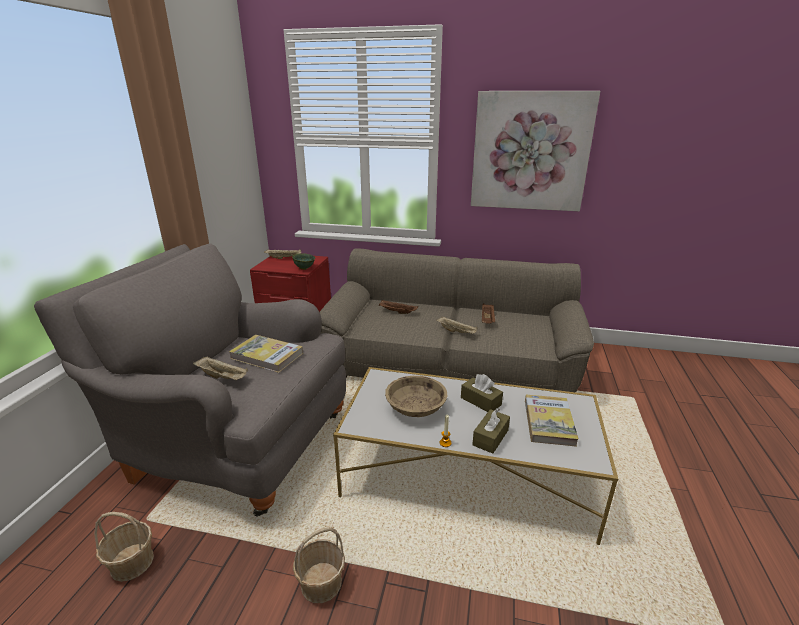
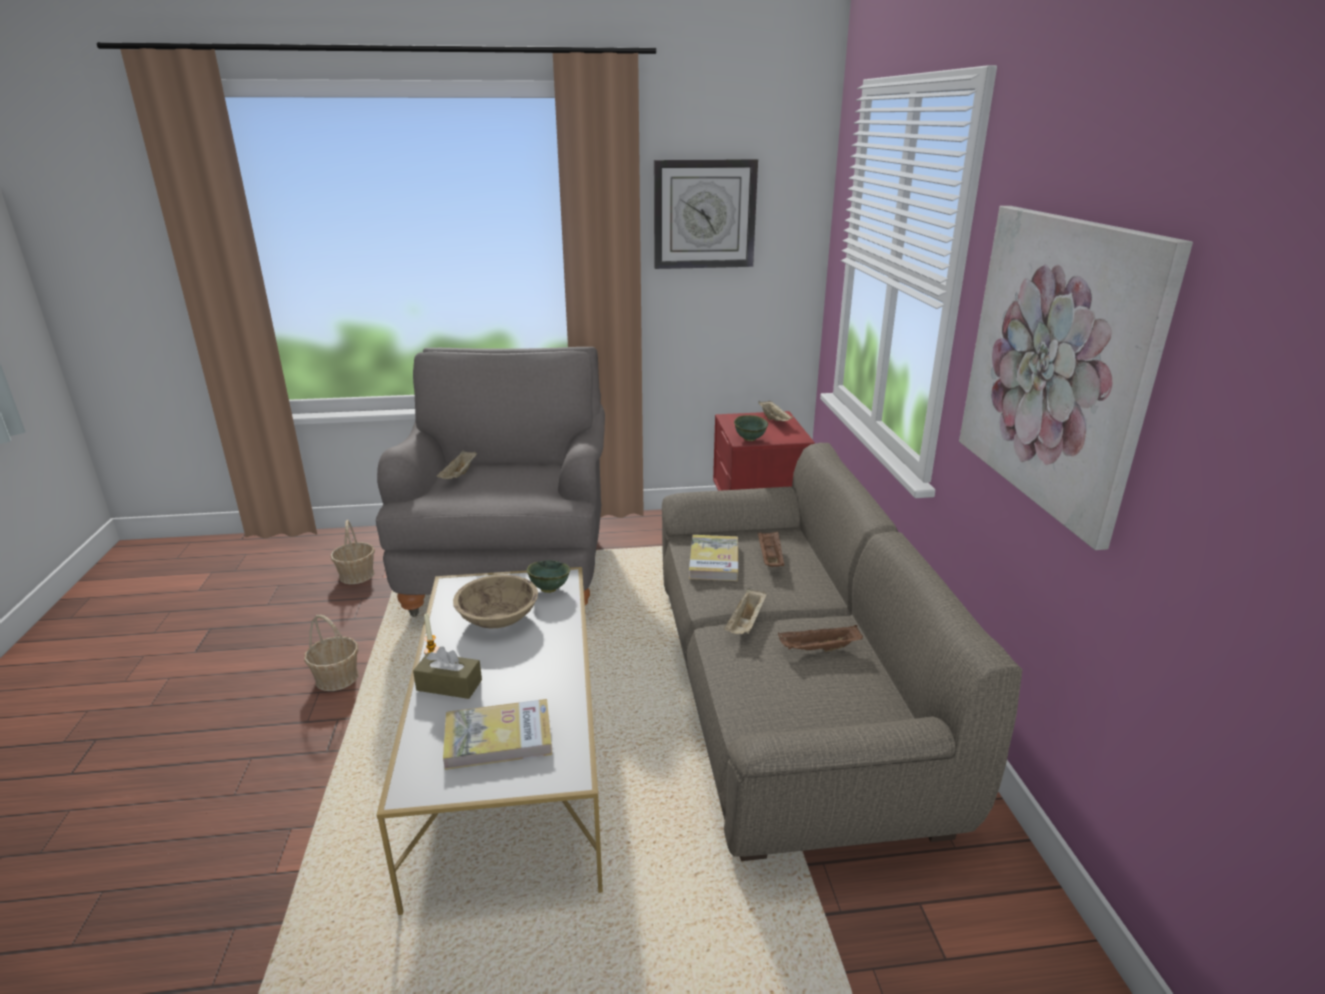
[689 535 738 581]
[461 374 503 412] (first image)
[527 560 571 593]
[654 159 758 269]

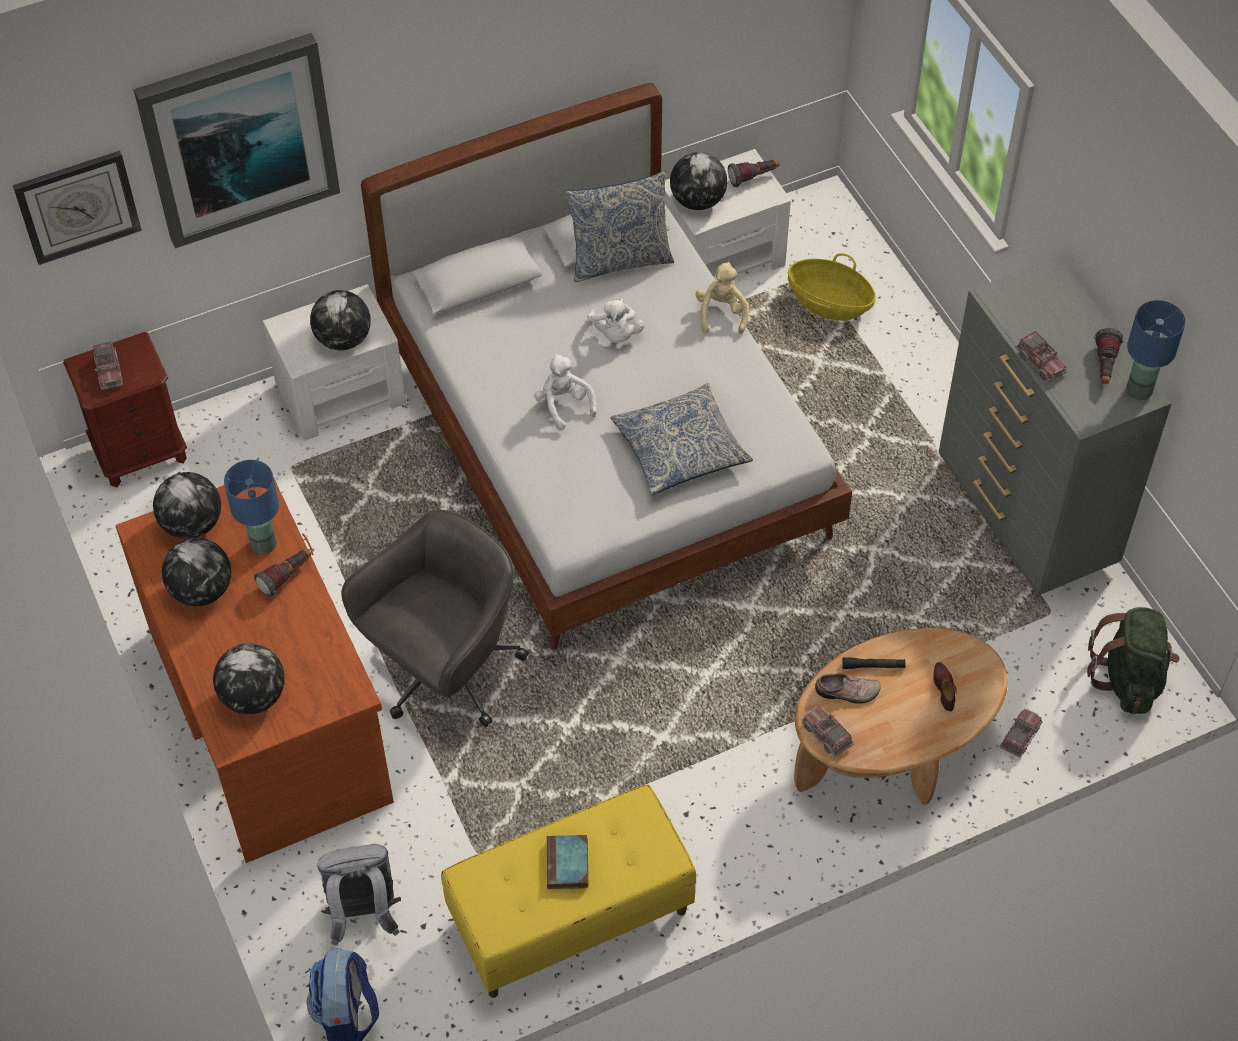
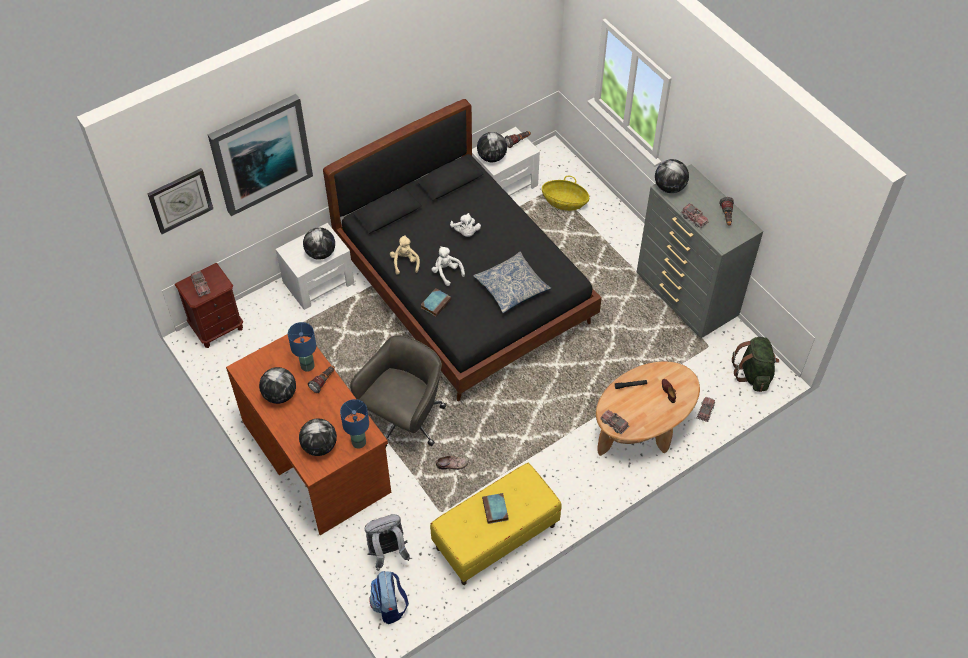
[655 159 689 193]
[323 99 602 401]
[565 171 674 282] (first image)
[390 235 420 275]
[436 456 469 470]
[340 399 369 449]
[421 288 451 316]

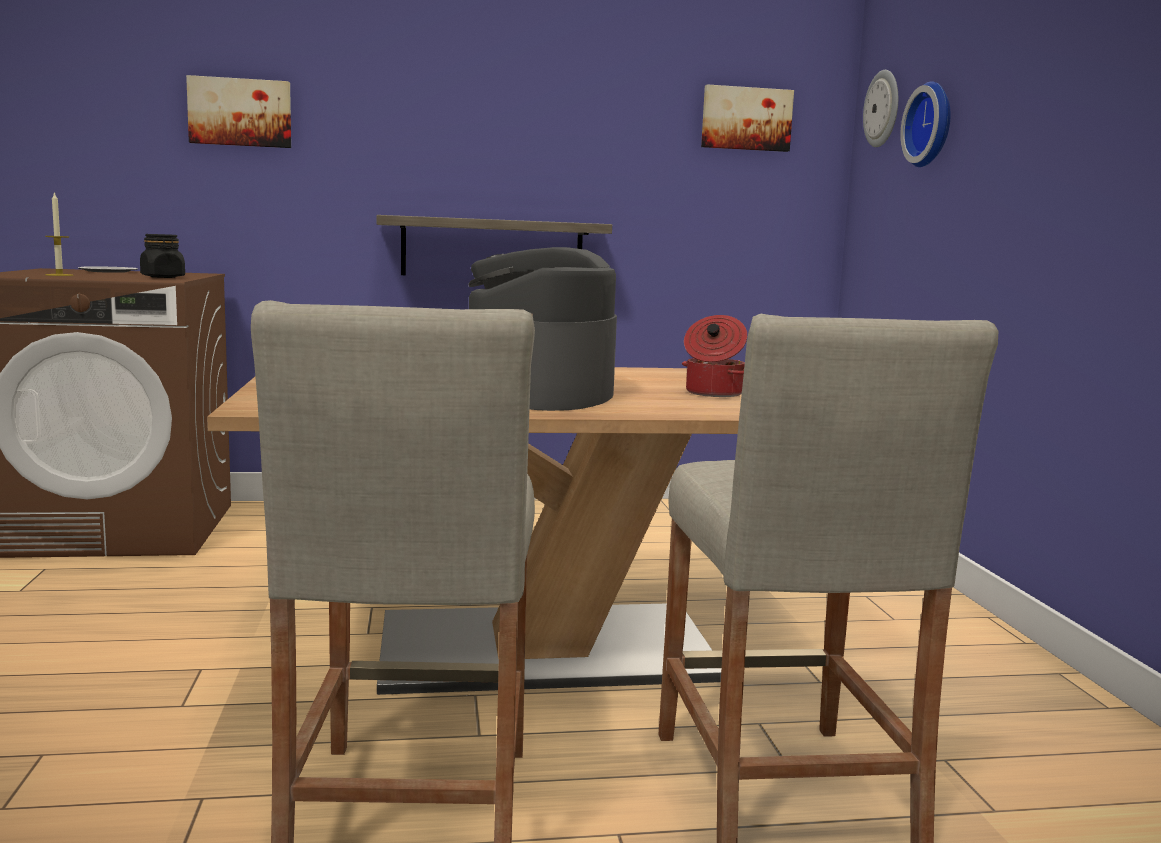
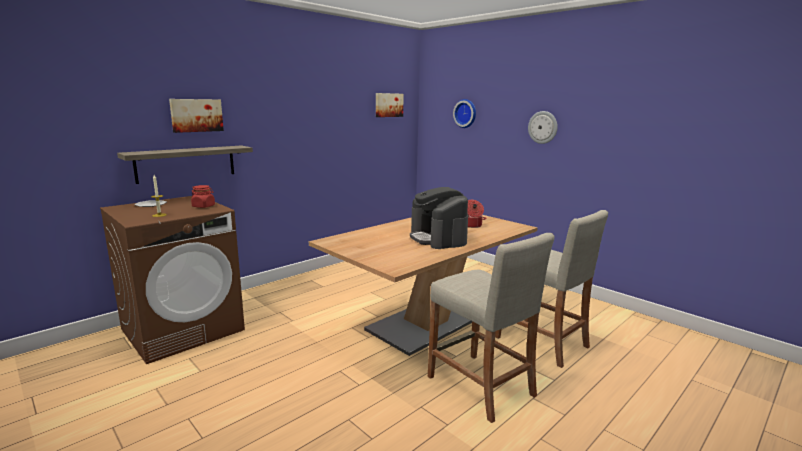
[191 185 215 208]
[117 146 253 184]
[528 111 558 144]

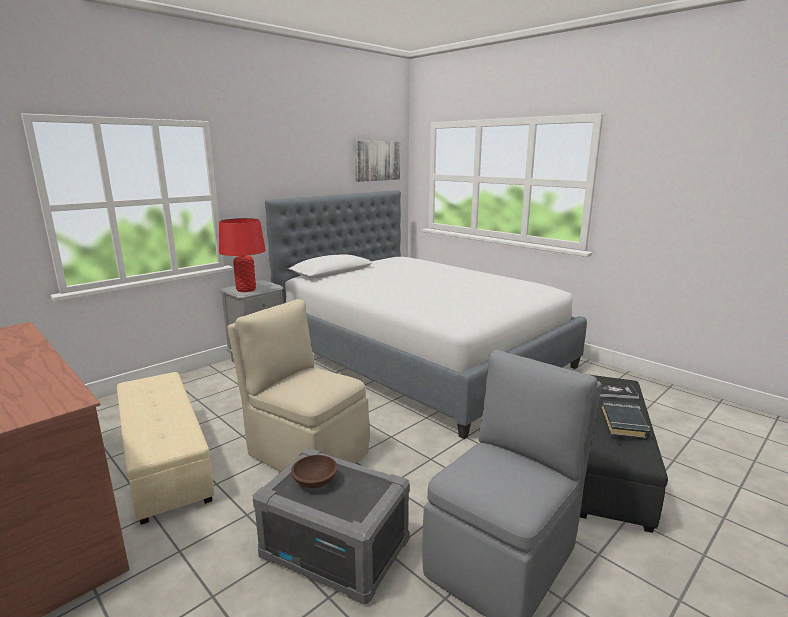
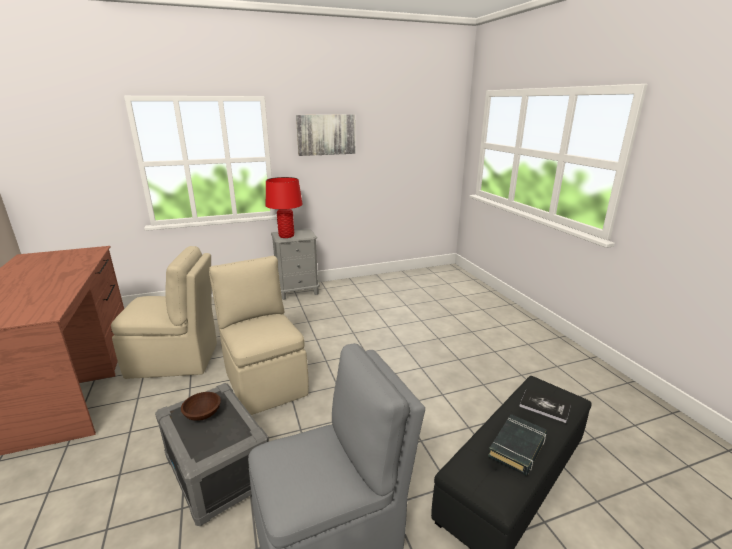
[111 246 217 379]
[265 190 587 439] (first image)
[296 114 355 156]

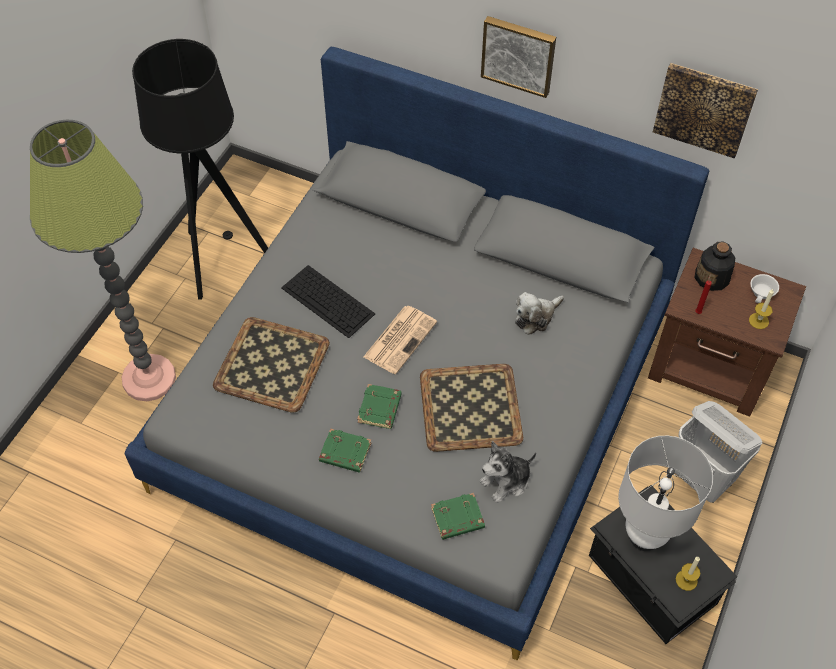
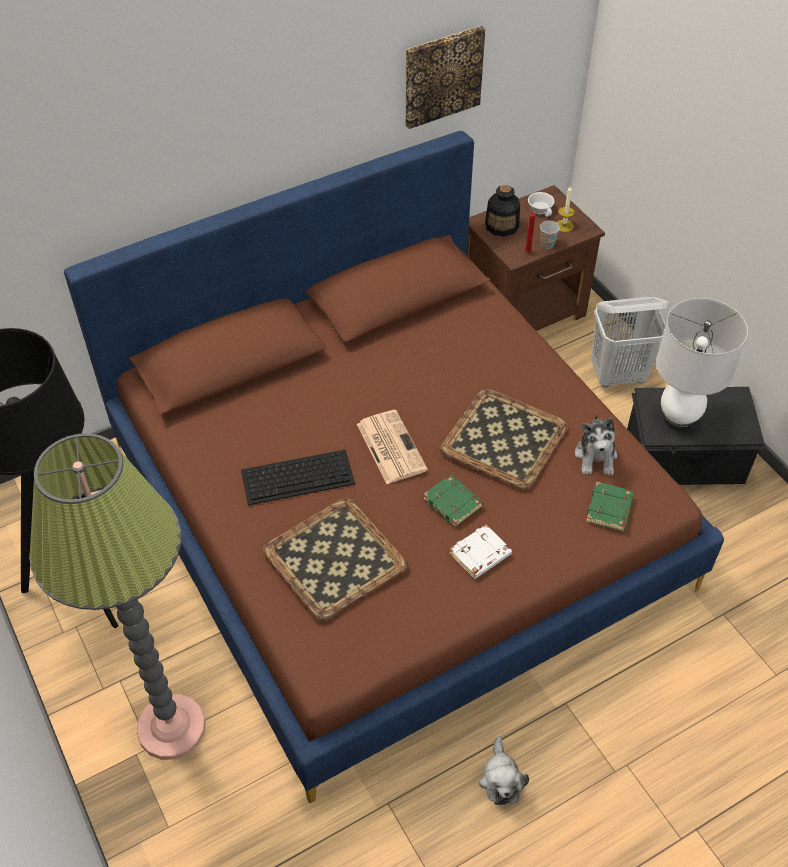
[64 131 724 803]
[449 525 512 579]
[481 16 556 98] (first image)
[479 736 529 805]
[676 557 700 591] (first image)
[540 221 560 249]

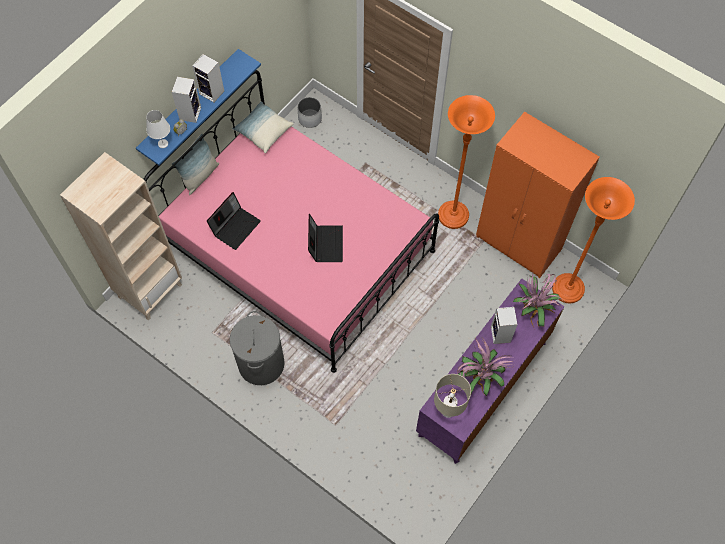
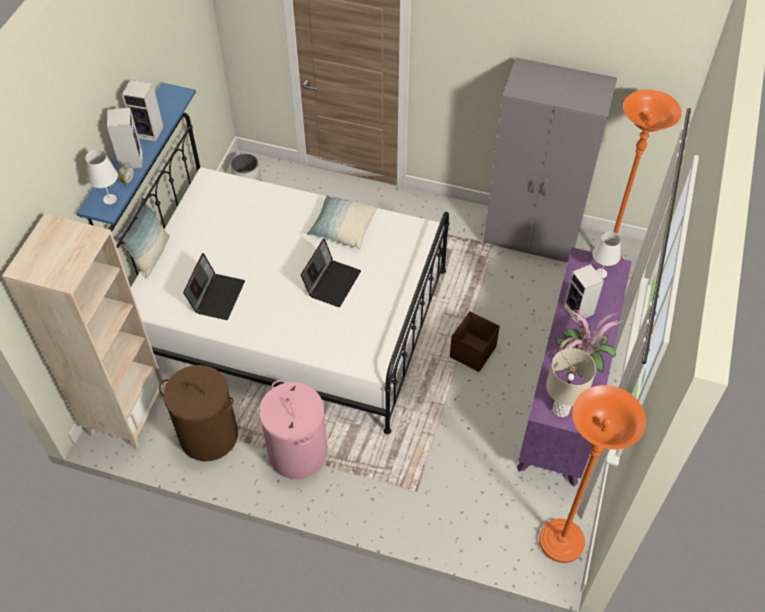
[108 113 449 434]
[259 380 327 479]
[307 195 377 249]
[301 238 361 307]
[539 385 646 563]
[484 58 617 263]
[593 232 621 278]
[159 365 238 461]
[450 311 500 372]

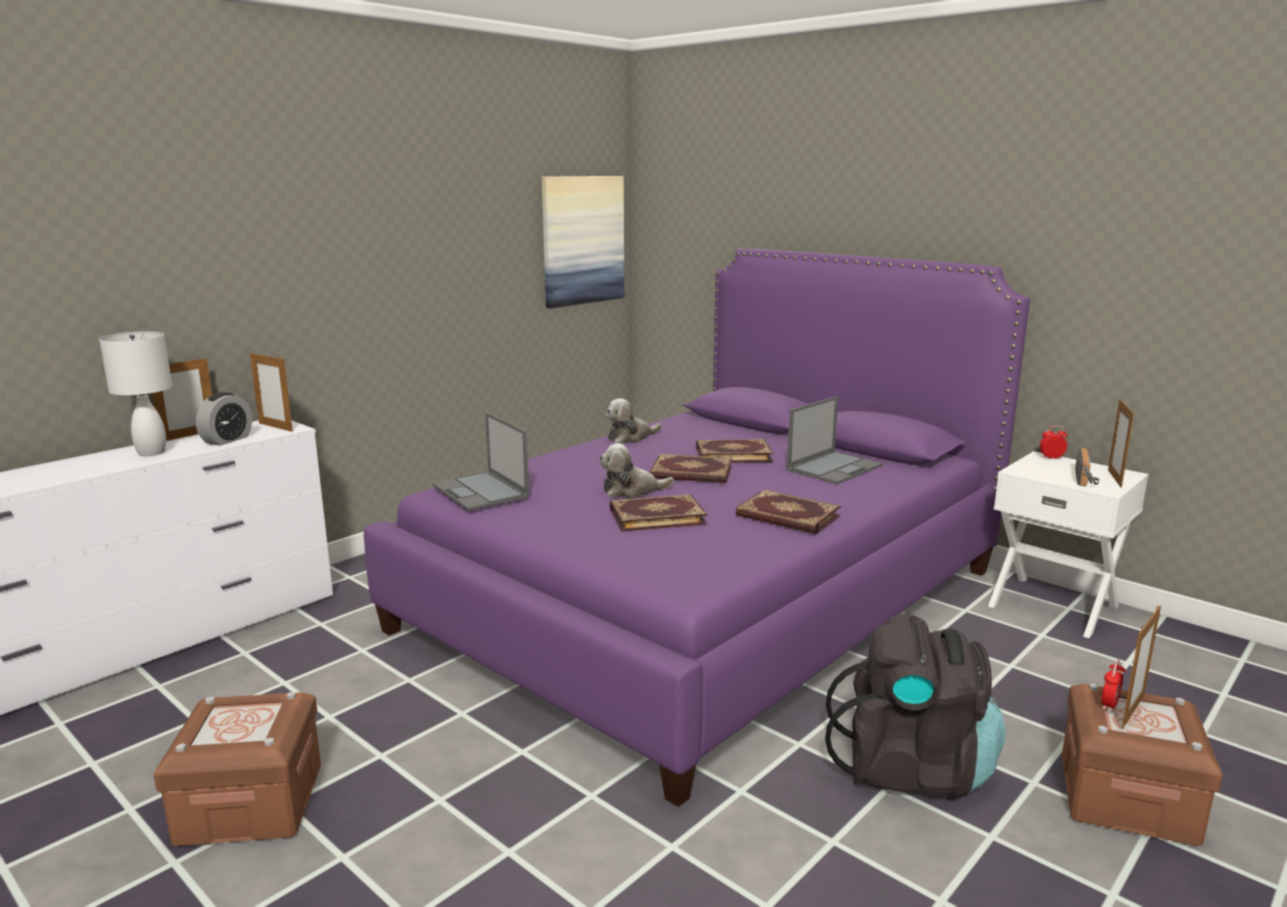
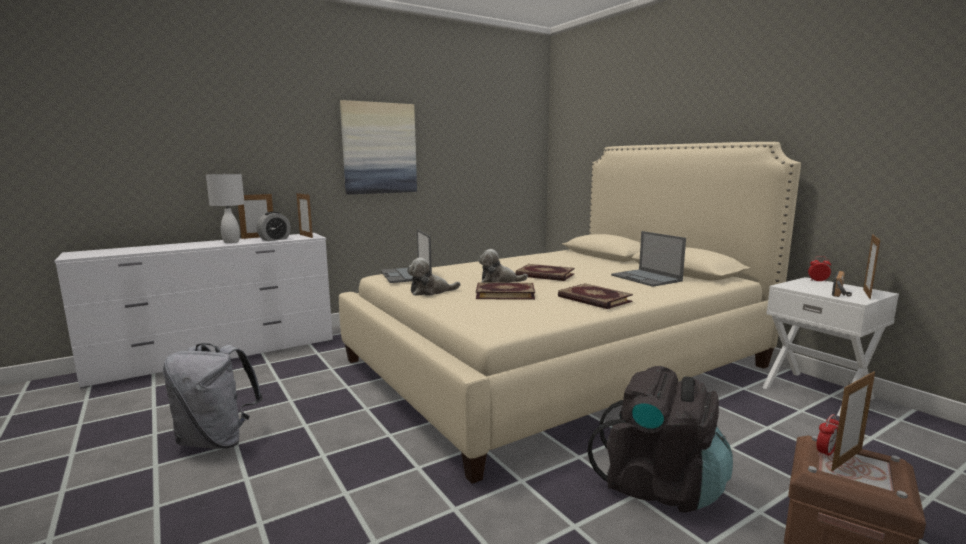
[163 343 263 449]
[339 142 801 484]
[340 100 417 194]
[407 258 460 296]
[696 439 773 463] (first image)
[611 231 686 287]

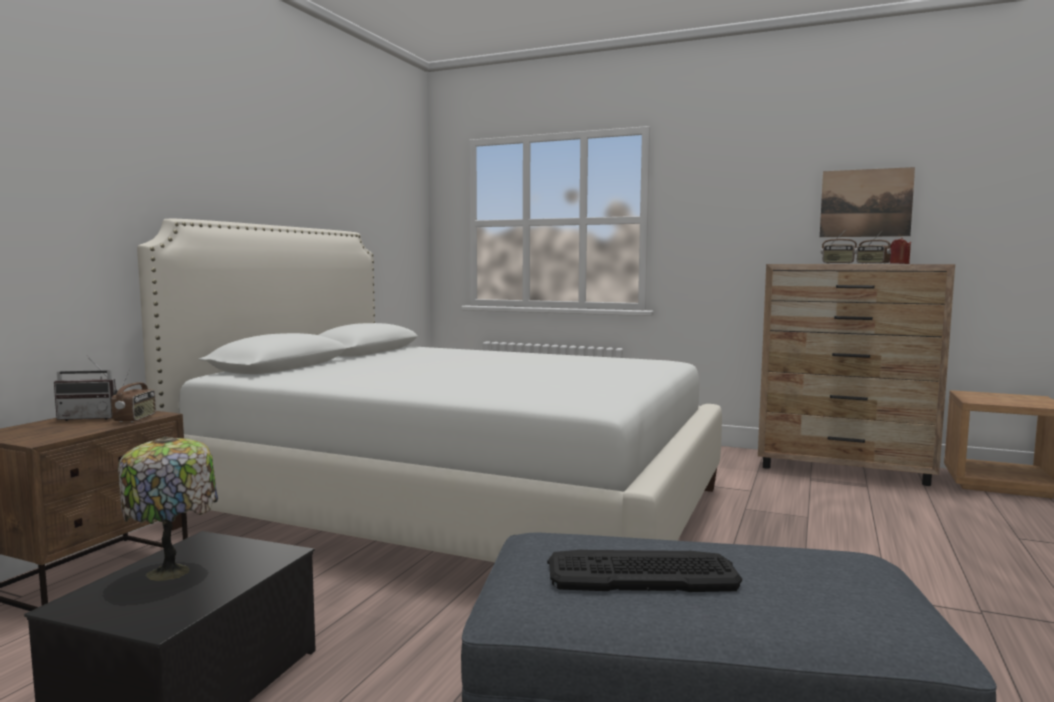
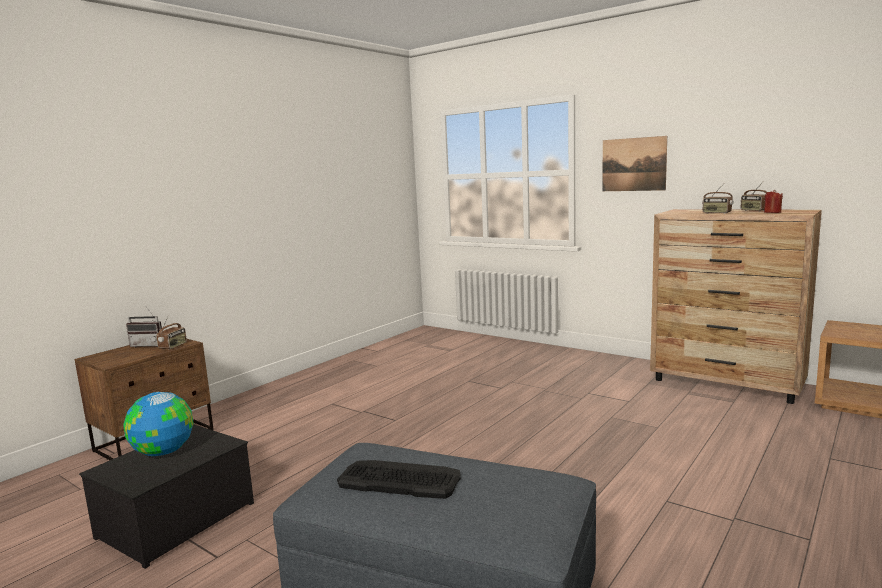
[123 392 193 456]
[137 218 722 562] (first image)
[602 136 667 191]

